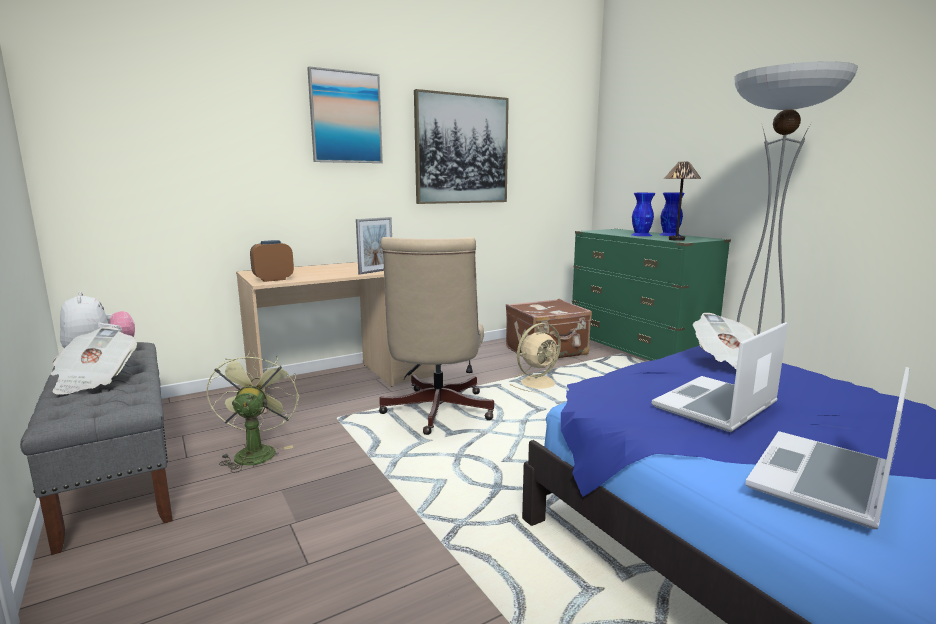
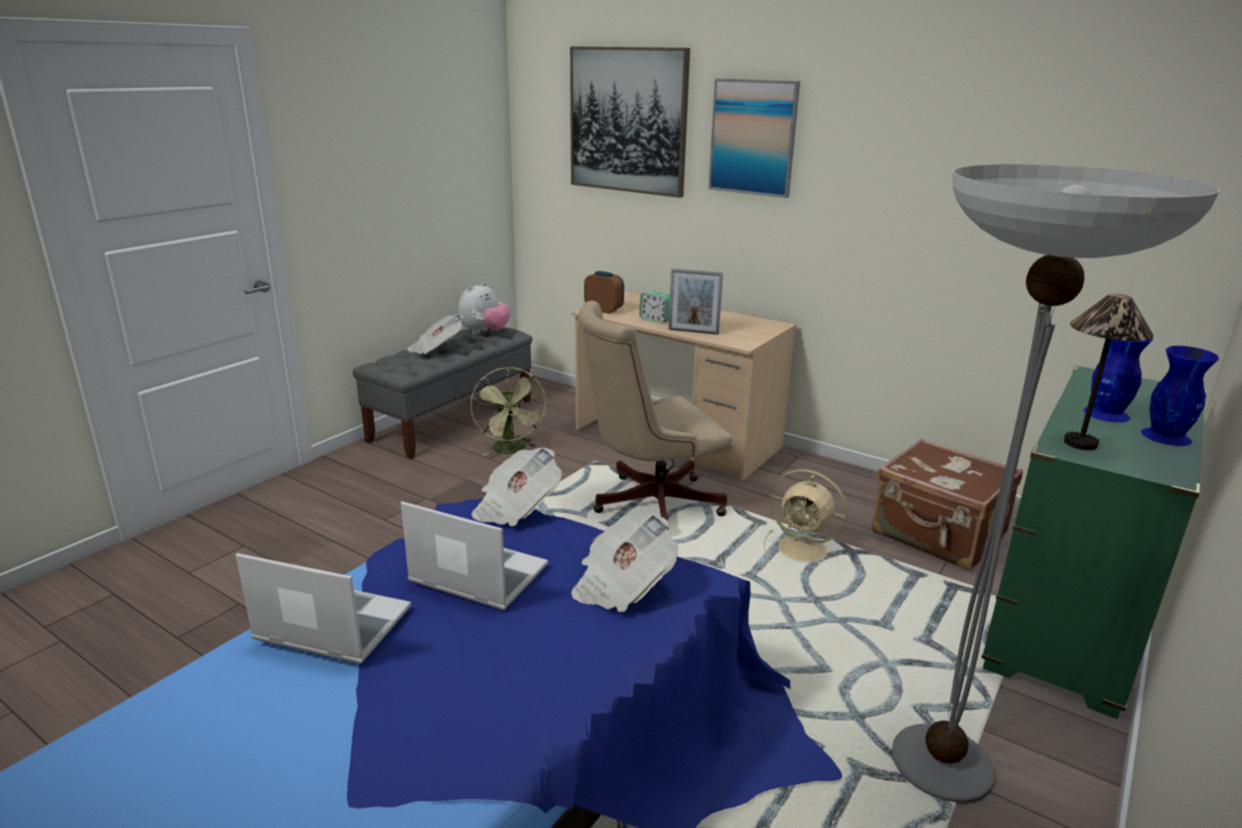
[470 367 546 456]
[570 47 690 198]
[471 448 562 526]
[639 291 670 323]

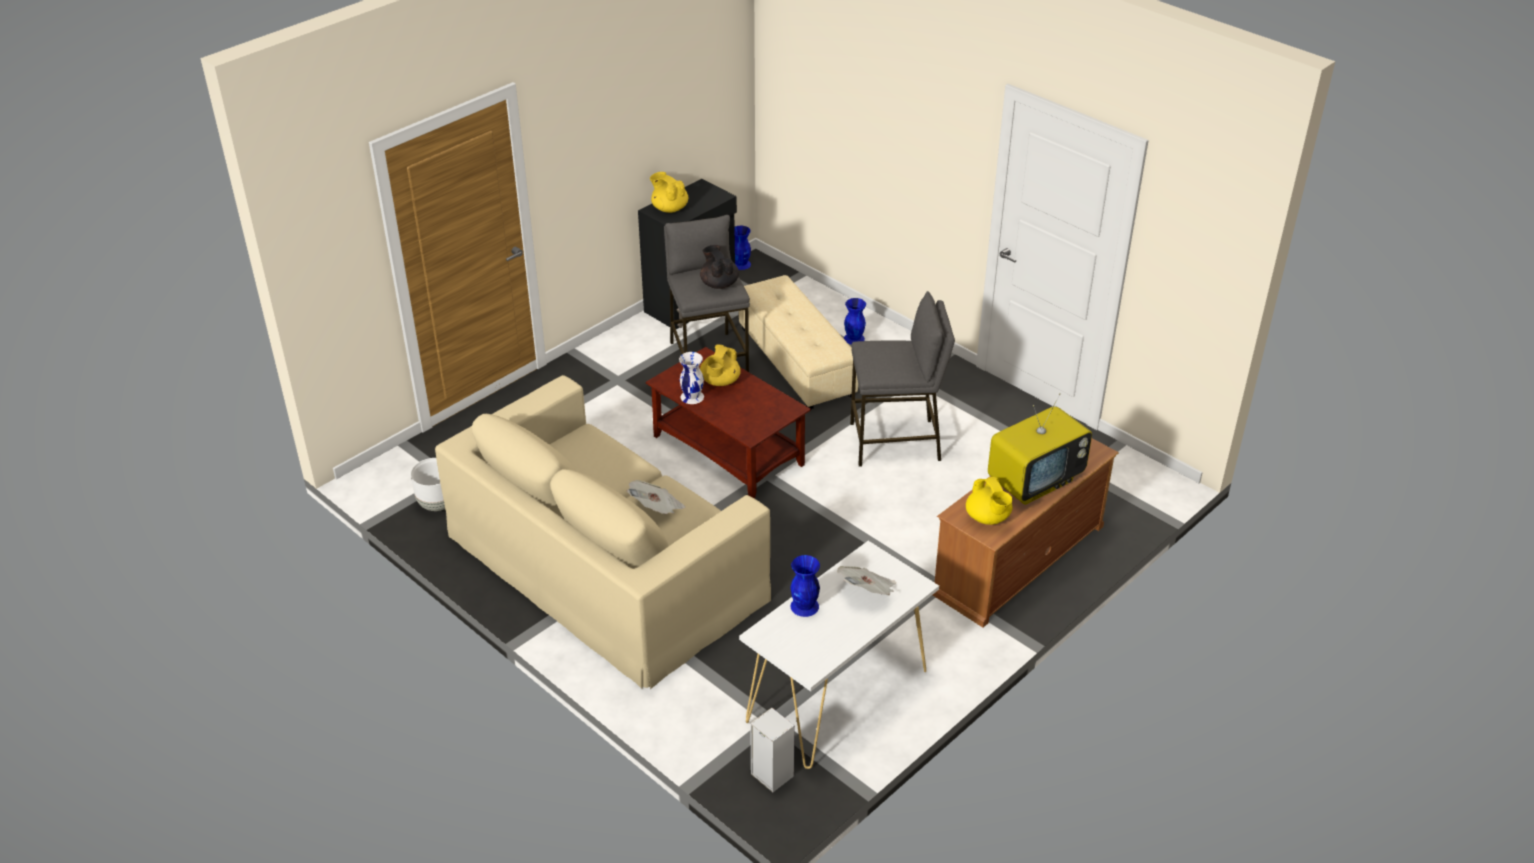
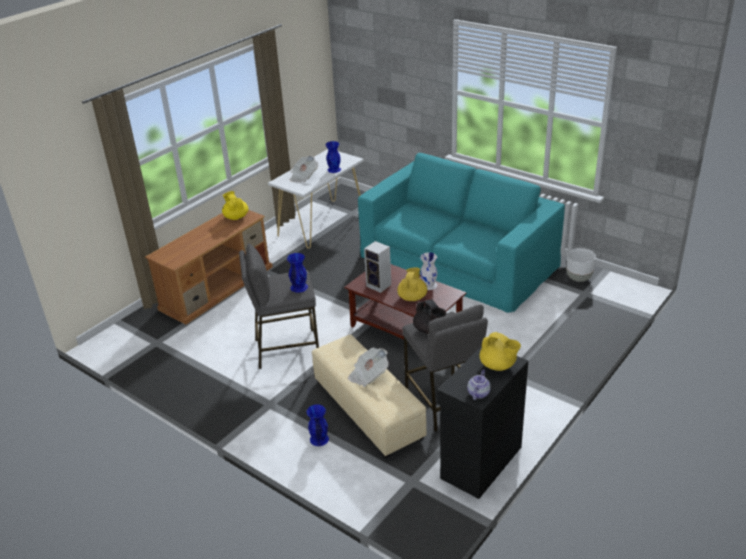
[358 153 565 313]
[348 347 389 387]
[287 253 308 293]
[364 241 391 293]
[988 393 1092 505] (first image)
[467 369 491 400]

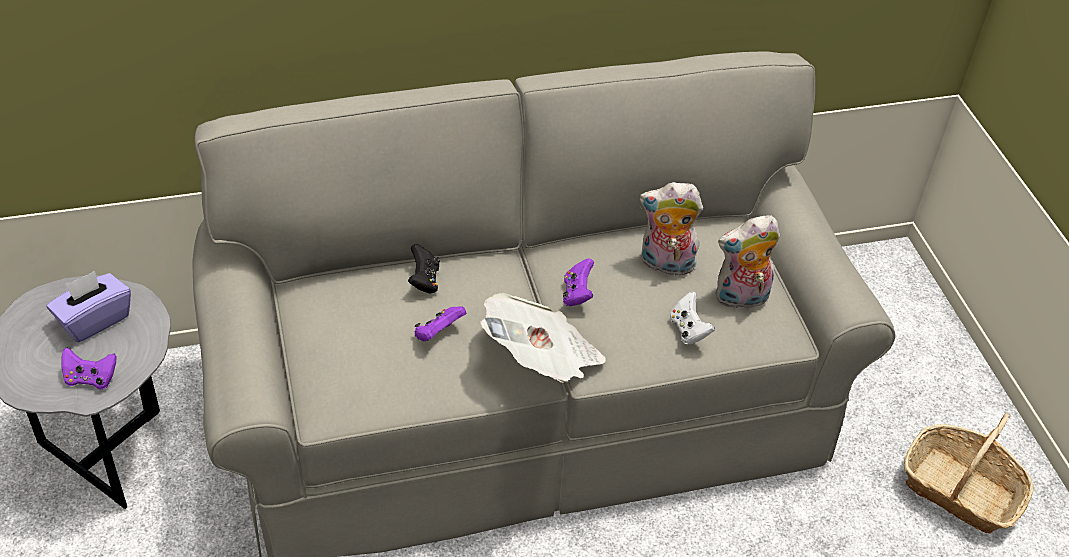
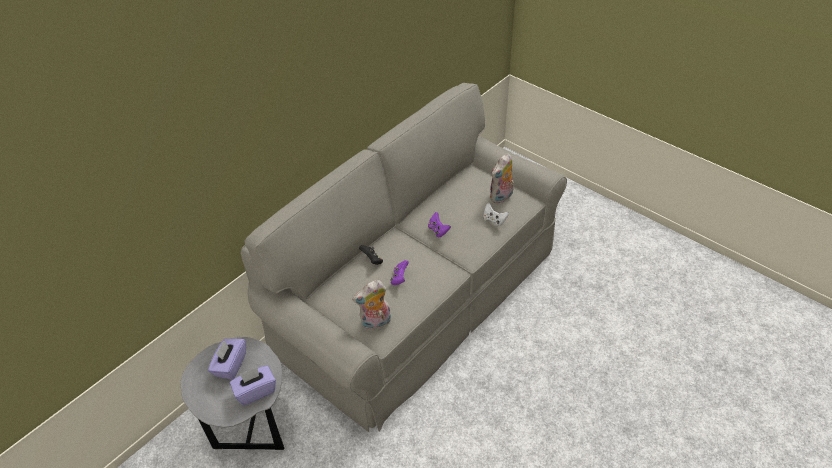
[230 365 276 406]
[480 293 606 383] (first image)
[352 280 391 331]
[904 413 1033 534] (first image)

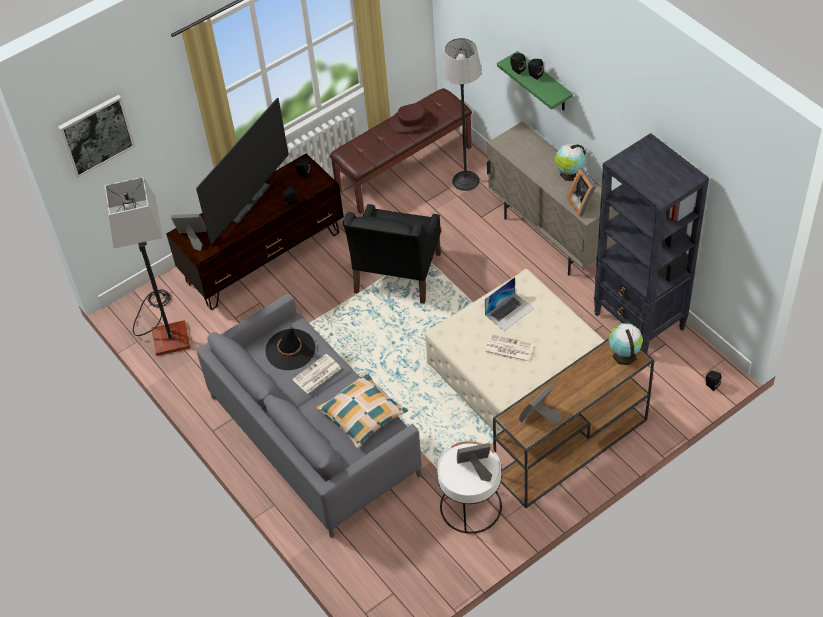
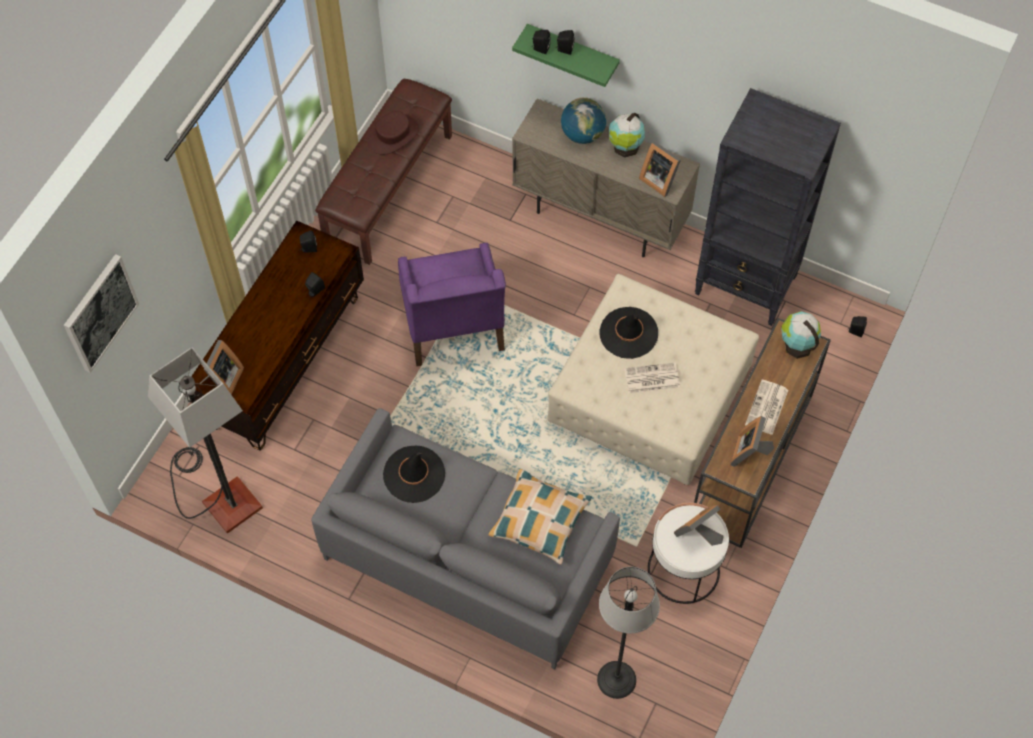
[199 340 244 394]
[196 98 289 244] (first image)
[745 380 788 435]
[398 243 506 366]
[597 567 660 699]
[599 307 658 359]
[561 97 606 144]

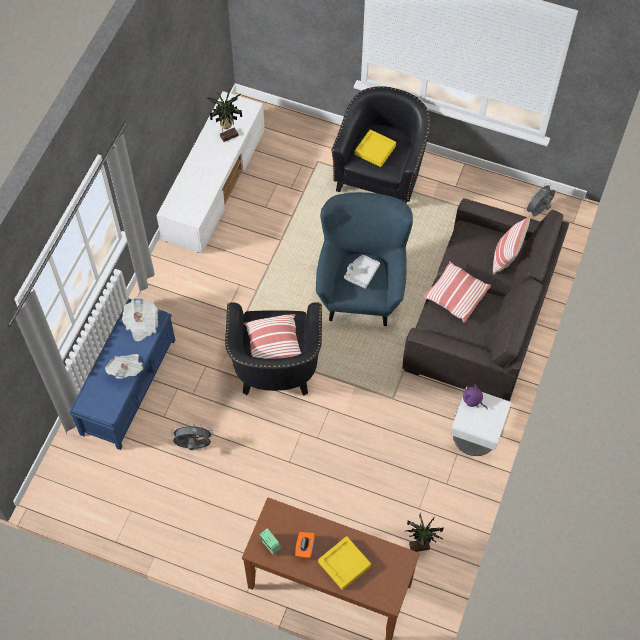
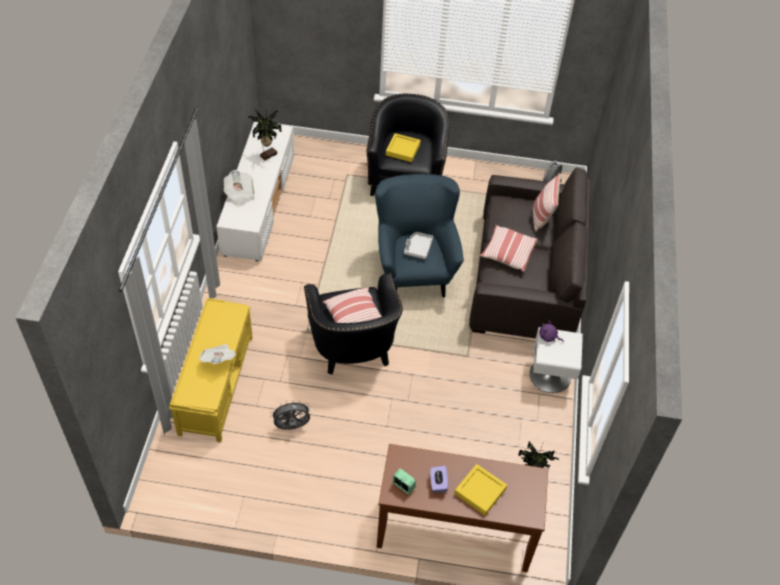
[169 298 253 443]
[223 170 255 207]
[430 466 448 493]

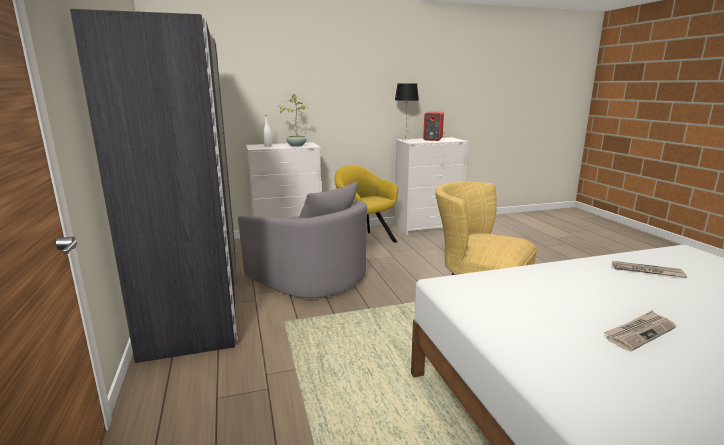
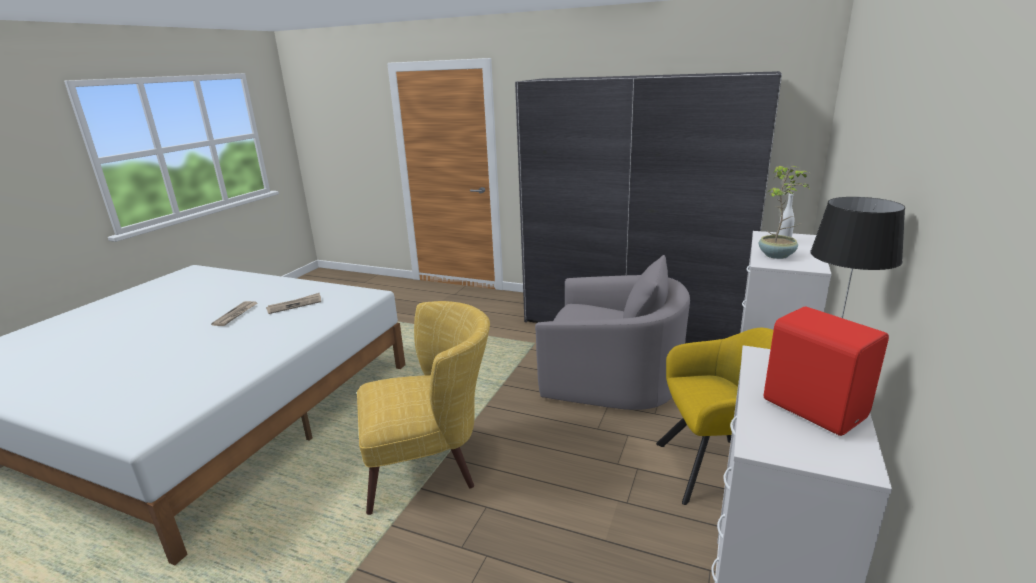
[535 255 690 410]
[266 293 321 314]

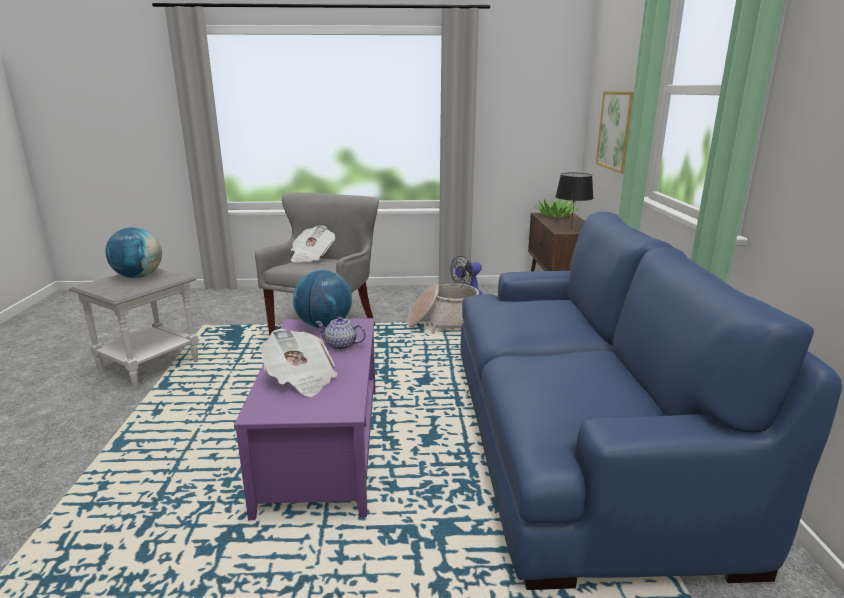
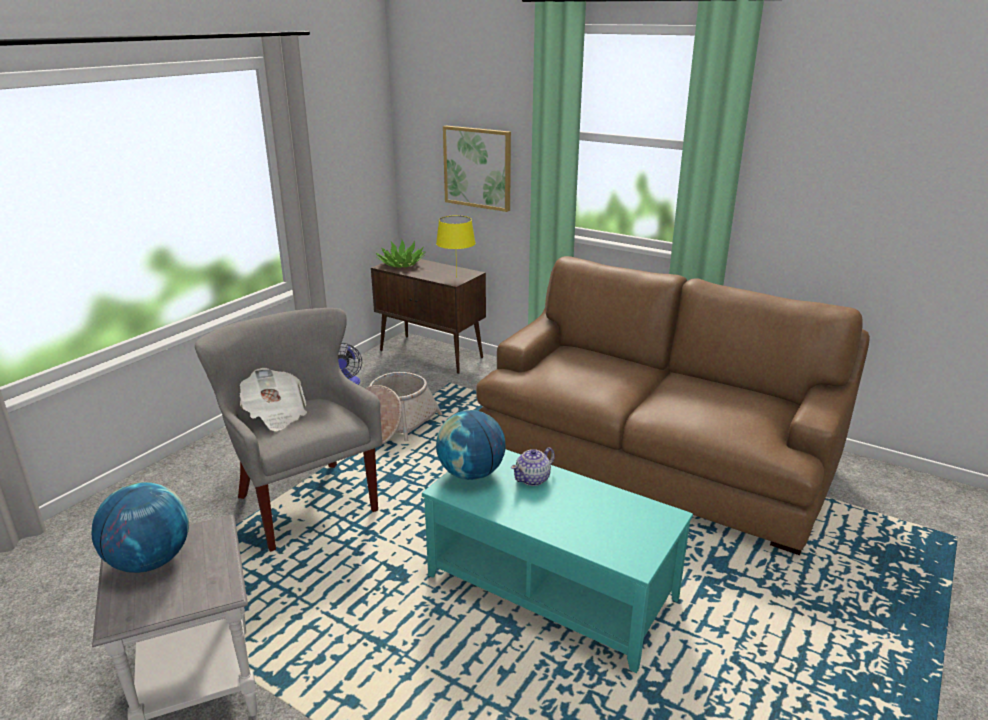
[422 449 693 673]
[260 329 338 397] (first image)
[476 256 870 555]
[436 215 476 277]

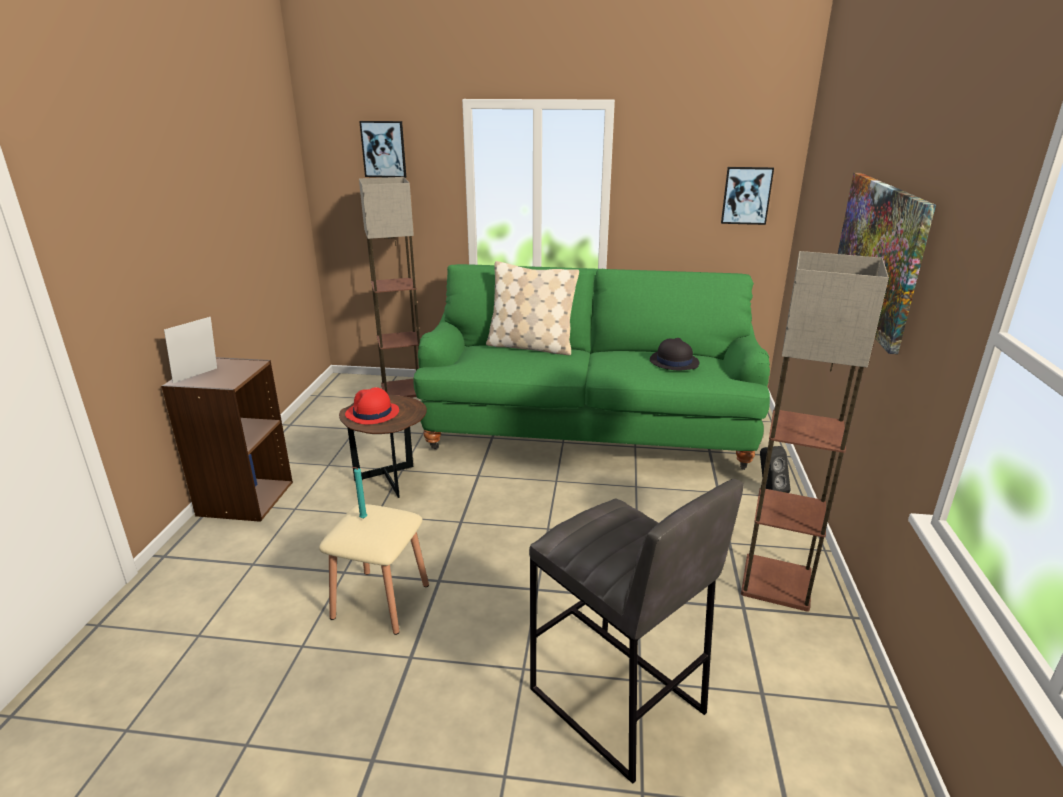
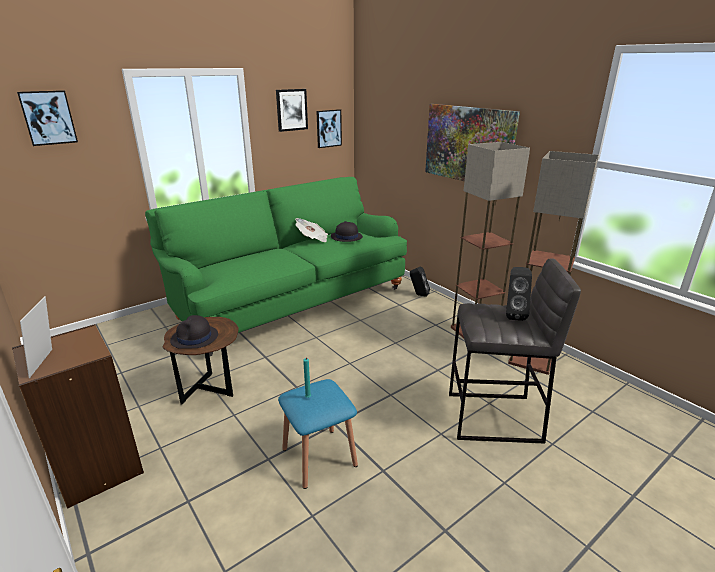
[278 379 358 489]
[170 315 218 349]
[508 151 599 375]
[486 261 579 355] (first image)
[276 89 308 132]
[295 218 328 242]
[506 267 532 321]

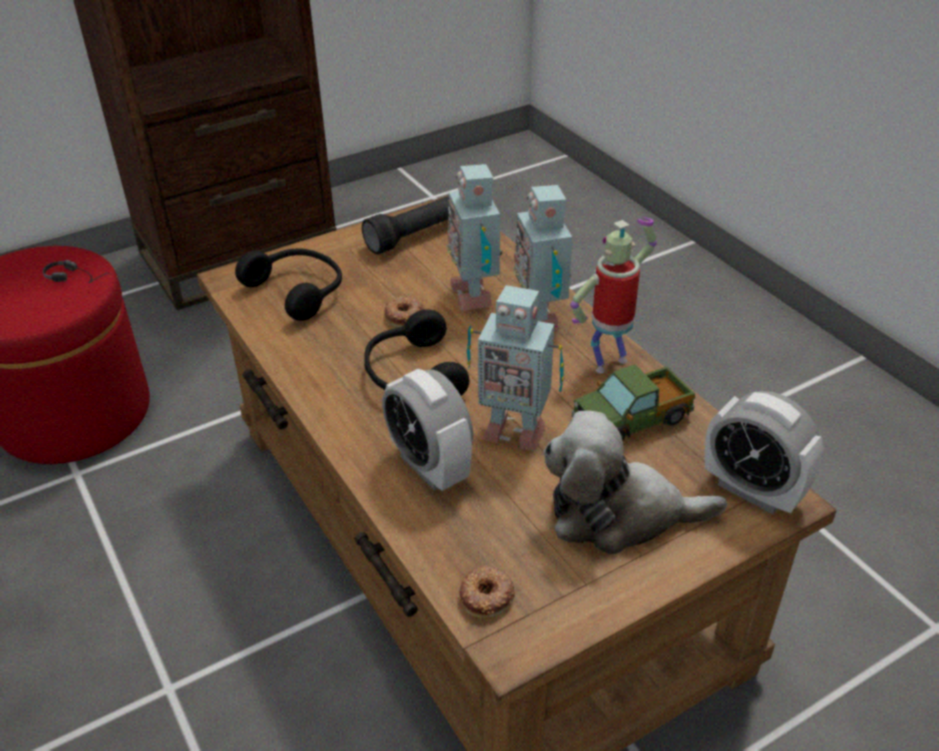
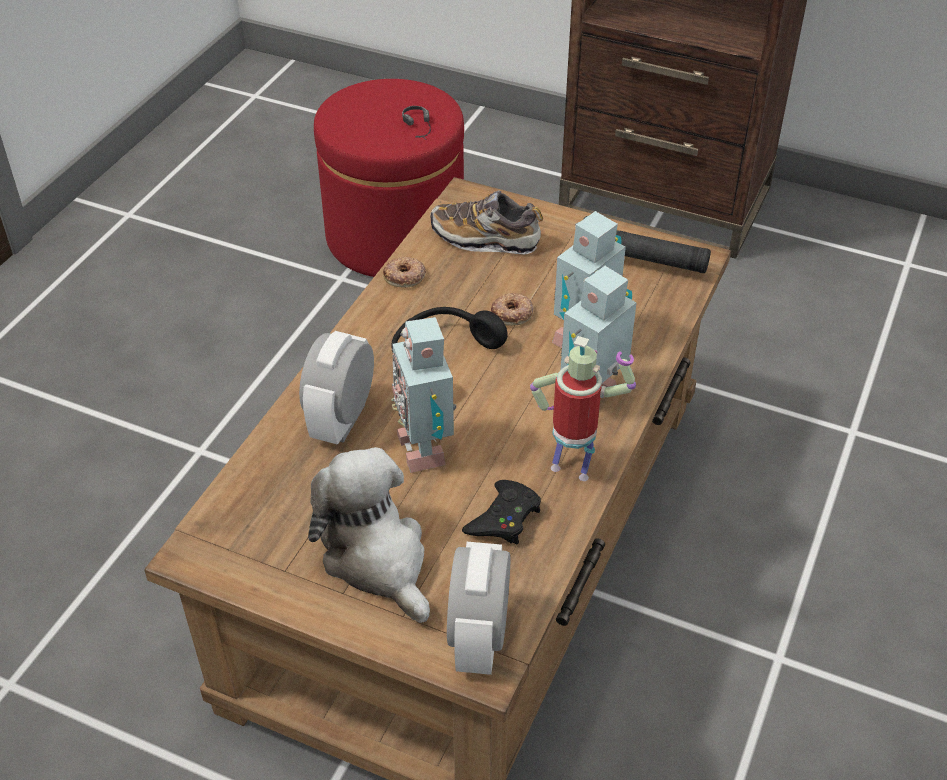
[430 190 543 255]
[383 256 426 288]
[462 480 541 544]

